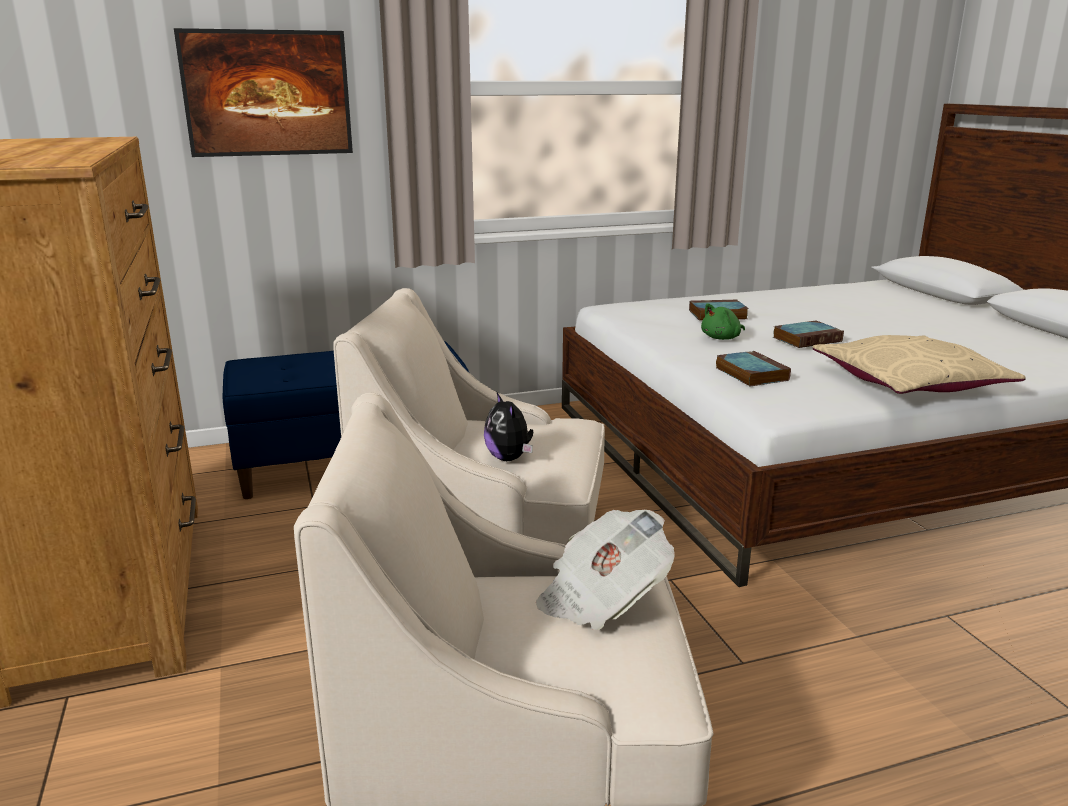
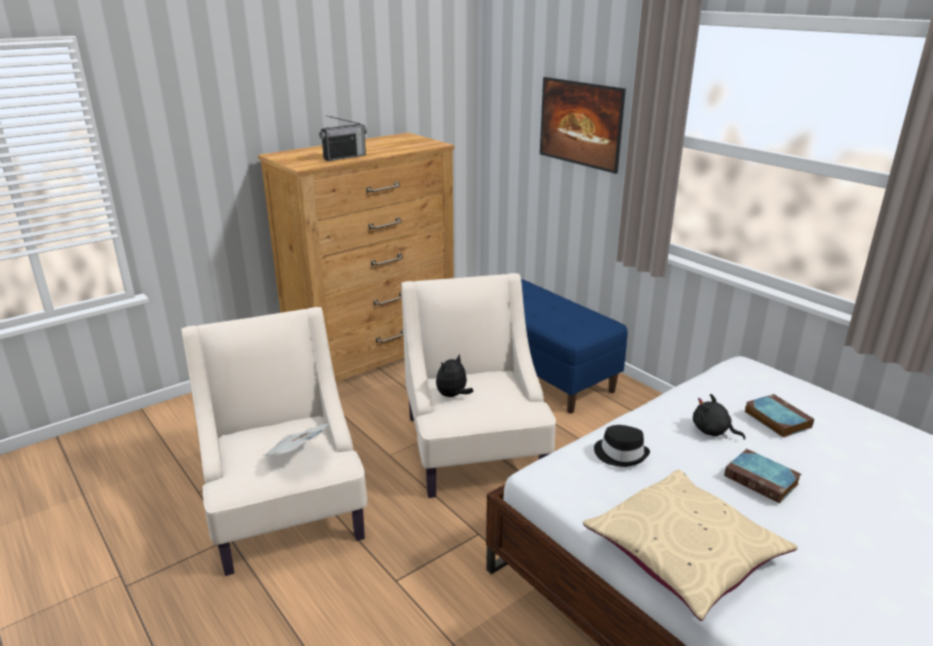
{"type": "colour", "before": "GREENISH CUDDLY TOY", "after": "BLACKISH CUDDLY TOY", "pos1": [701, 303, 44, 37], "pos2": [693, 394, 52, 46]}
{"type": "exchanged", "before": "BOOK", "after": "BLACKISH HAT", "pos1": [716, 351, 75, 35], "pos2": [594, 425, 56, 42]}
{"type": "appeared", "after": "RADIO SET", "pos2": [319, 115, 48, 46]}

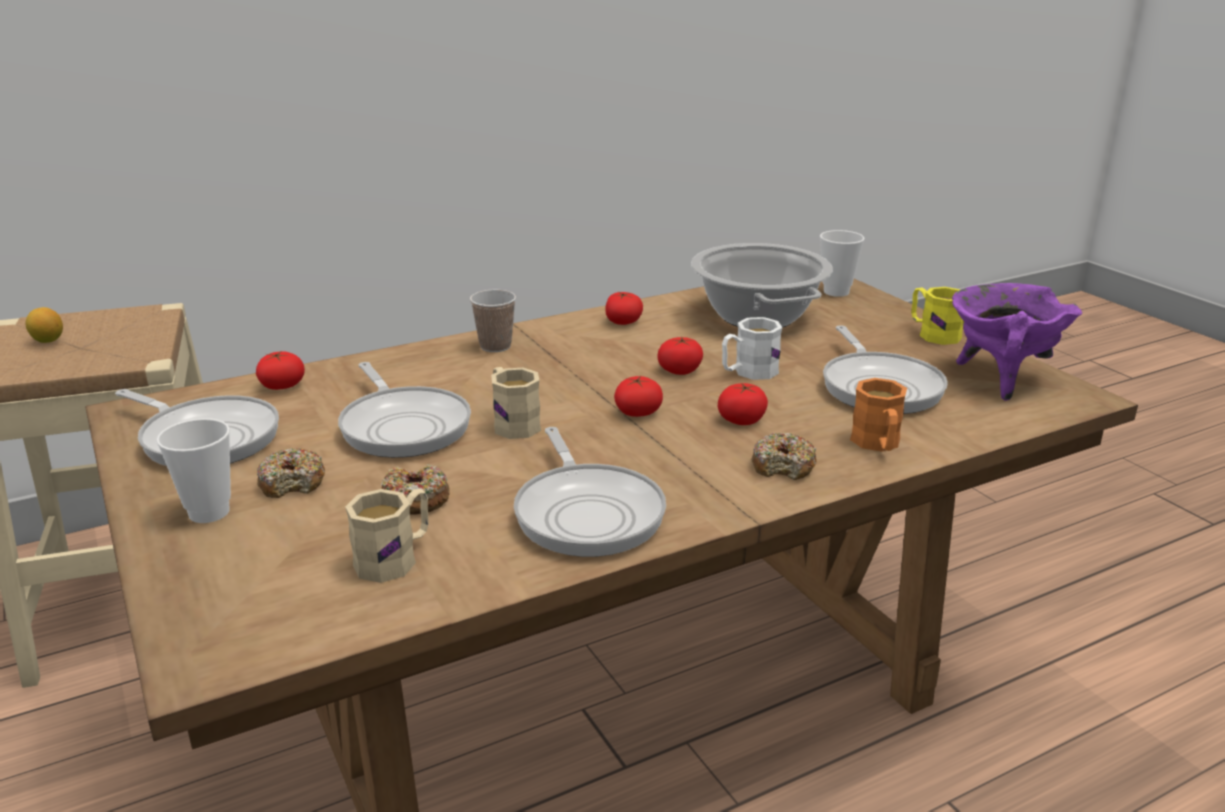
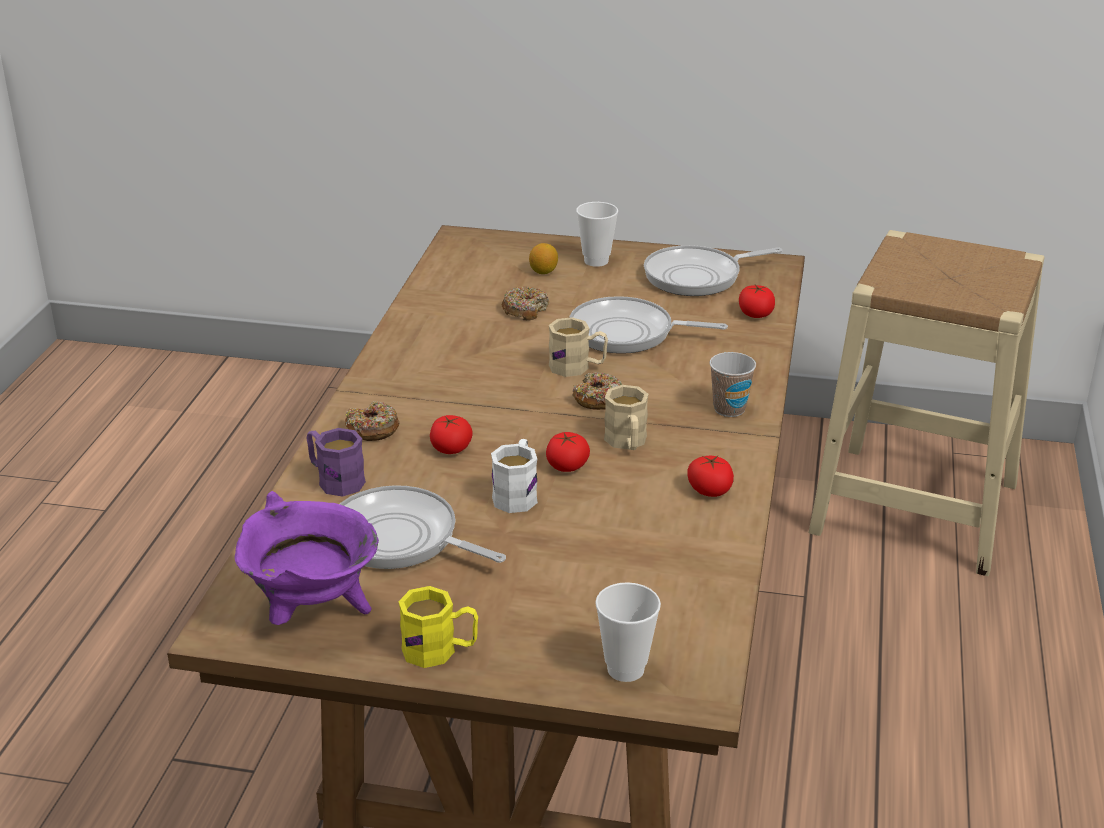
{"type": "missing", "before": "SAUCEPOT", "pos1": [691, 243, 142, 85]}
{"type": "relocated", "before": "CITRUS FRUIT", "pos1": [26, 307, 37, 36], "pos2": [529, 243, 29, 31]}
{"type": "missing", "before": "WHOLE TOMATO", "pos1": [614, 376, 49, 41]}
{"type": "colour", "before": "ORANGE-COLOURED TEA MUG", "after": "PURPLE TEA MUG", "pos1": [850, 378, 57, 74], "pos2": [307, 428, 59, 68]}
{"type": "missing", "before": "PAN", "pos1": [514, 427, 152, 130]}
{"type": "relocated", "before": "DONUT", "pos1": [257, 448, 68, 50], "pos2": [572, 372, 50, 38]}
{"type": "relocated", "before": "BEIGE-COLOURED TEA MUG", "pos1": [345, 489, 84, 94], "pos2": [604, 385, 45, 65]}

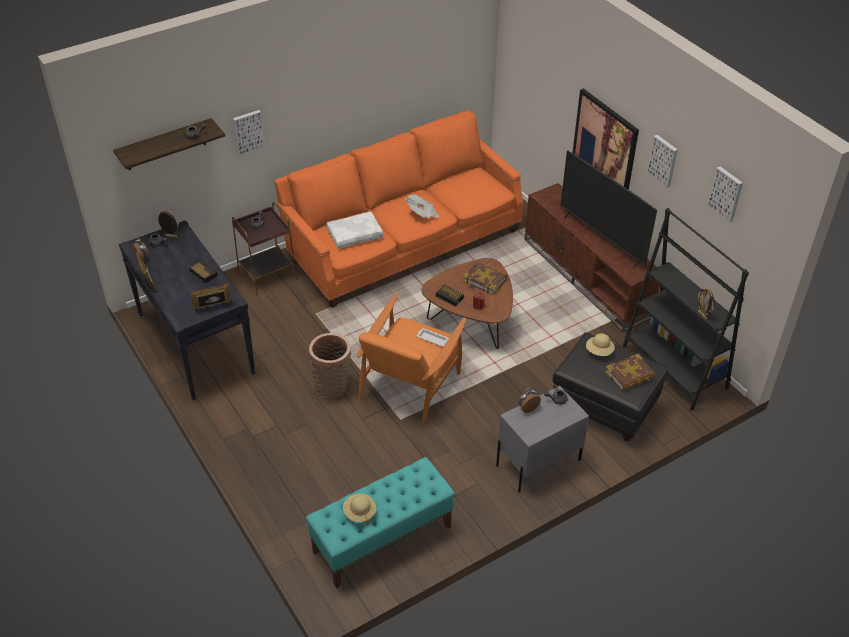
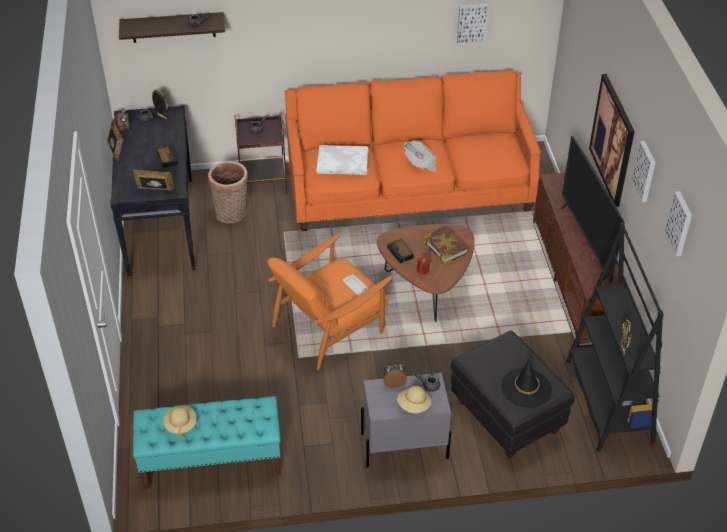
{"type": "relocated", "before": "PICTURE", "pos1": [233, 110, 32, 46], "pos2": [457, 4, 31, 40]}
{"type": "relocated", "before": "HOUSEHOLD BASKET", "pos1": [309, 333, 42, 65], "pos2": [208, 161, 40, 63]}
{"type": "relocated", "before": "BEIGE-COLOURED HAT", "pos1": [586, 333, 29, 23], "pos2": [397, 386, 34, 27]}
{"type": "exchanged", "before": "BOOK", "after": "BLACKISH HAT", "pos1": [605, 354, 50, 37], "pos2": [501, 357, 51, 51]}

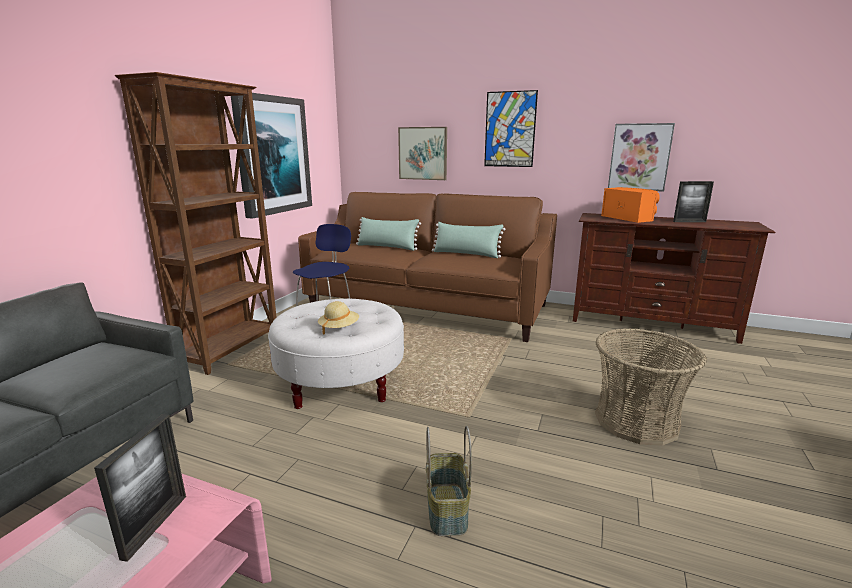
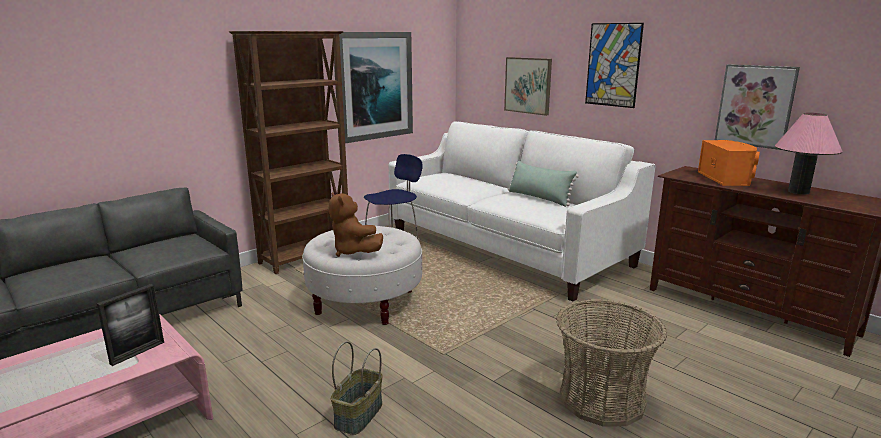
{"type": "exchanged", "before": "PHOTO FRAME", "after": "PINKISH LAMP FOR A TABLE", "pos1": [673, 181, 41, 41], "pos2": [775, 113, 67, 81]}
{"type": "colour", "before": "BROWN SOFA", "after": "WHITE-COLOURED SOFA", "pos1": [298, 192, 259, 150], "pos2": [389, 121, 266, 180]}
{"type": "missing", "before": "GREENISH CUSHION", "pos1": [356, 217, 65, 34]}
{"type": "exchanged", "before": "BEIGE-COLOURED HAT", "after": "BROWN CUDDLY TOY", "pos1": [318, 301, 41, 33], "pos2": [329, 192, 54, 65]}

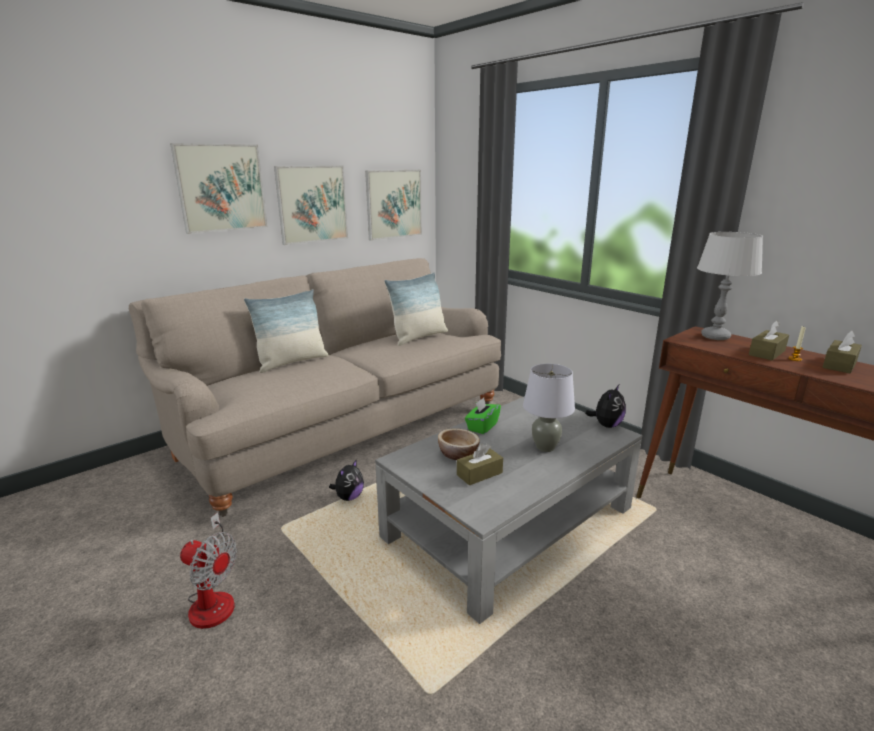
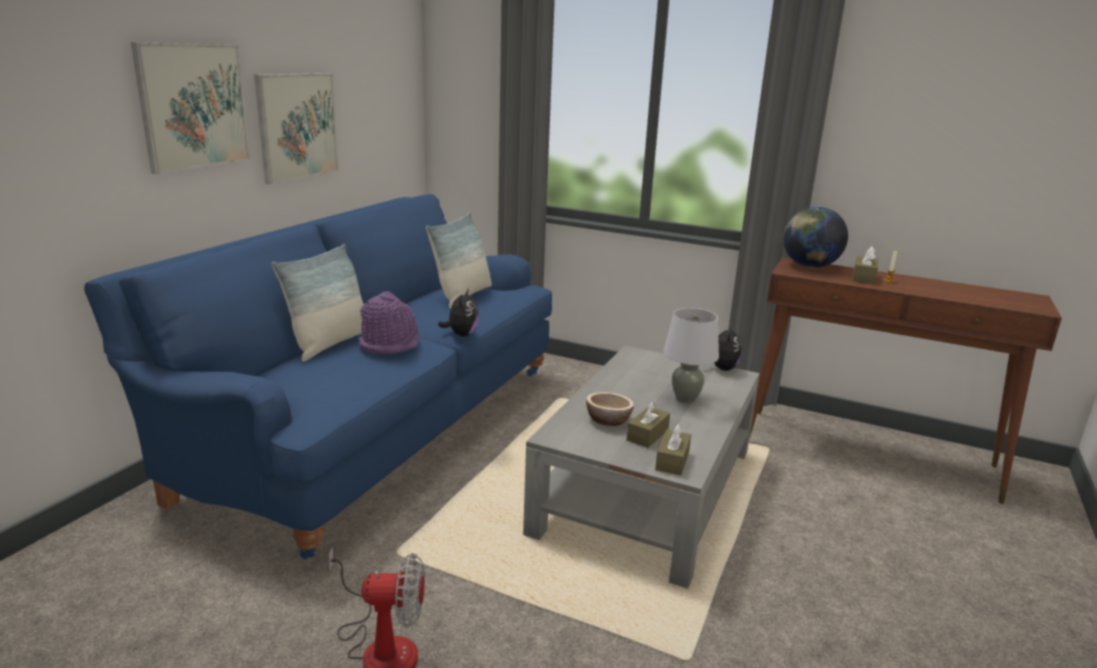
{"type": "missing", "before": "PICTURE", "pos1": [365, 170, 57, 71]}
{"type": "exchanged", "before": "GREY LAMP FOR A TABLE", "after": "WORLD GLOBE", "pos1": [697, 232, 66, 108], "pos2": [783, 207, 65, 61]}
{"type": "colour", "before": "BEIGE-COLOURED SOFA", "after": "BLUE-COLOURED SOFA", "pos1": [129, 258, 372, 259], "pos2": [84, 194, 468, 366]}
{"type": "relocated", "before": "BROWN BOX OF TISSUES", "pos1": [822, 330, 40, 43], "pos2": [655, 424, 36, 51]}
{"type": "missing", "before": "GREENISH BOX OF TISSUES", "pos1": [465, 397, 36, 37]}
{"type": "relocated", "before": "CUDDLY TOY", "pos1": [329, 459, 35, 42], "pos2": [438, 288, 41, 48]}
{"type": "appeared", "after": "PURPLE HAT", "pos2": [358, 291, 62, 64]}

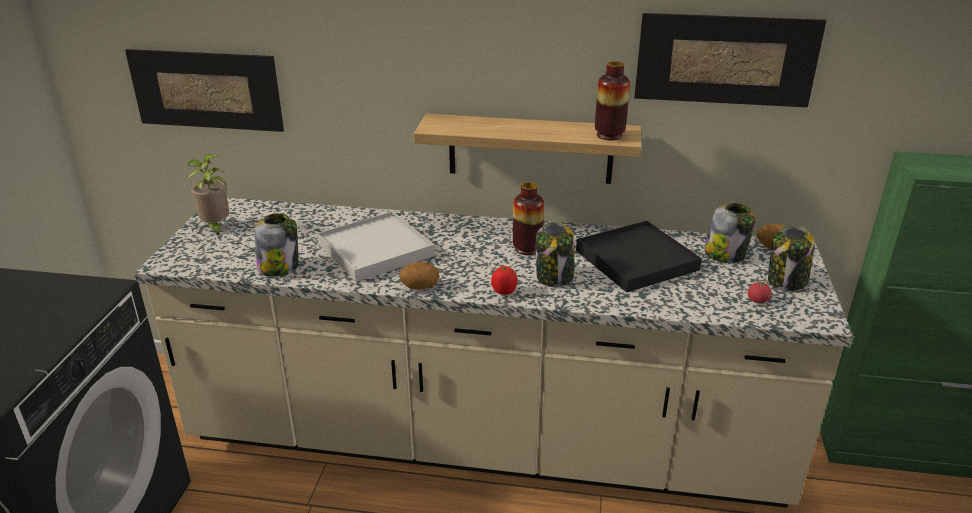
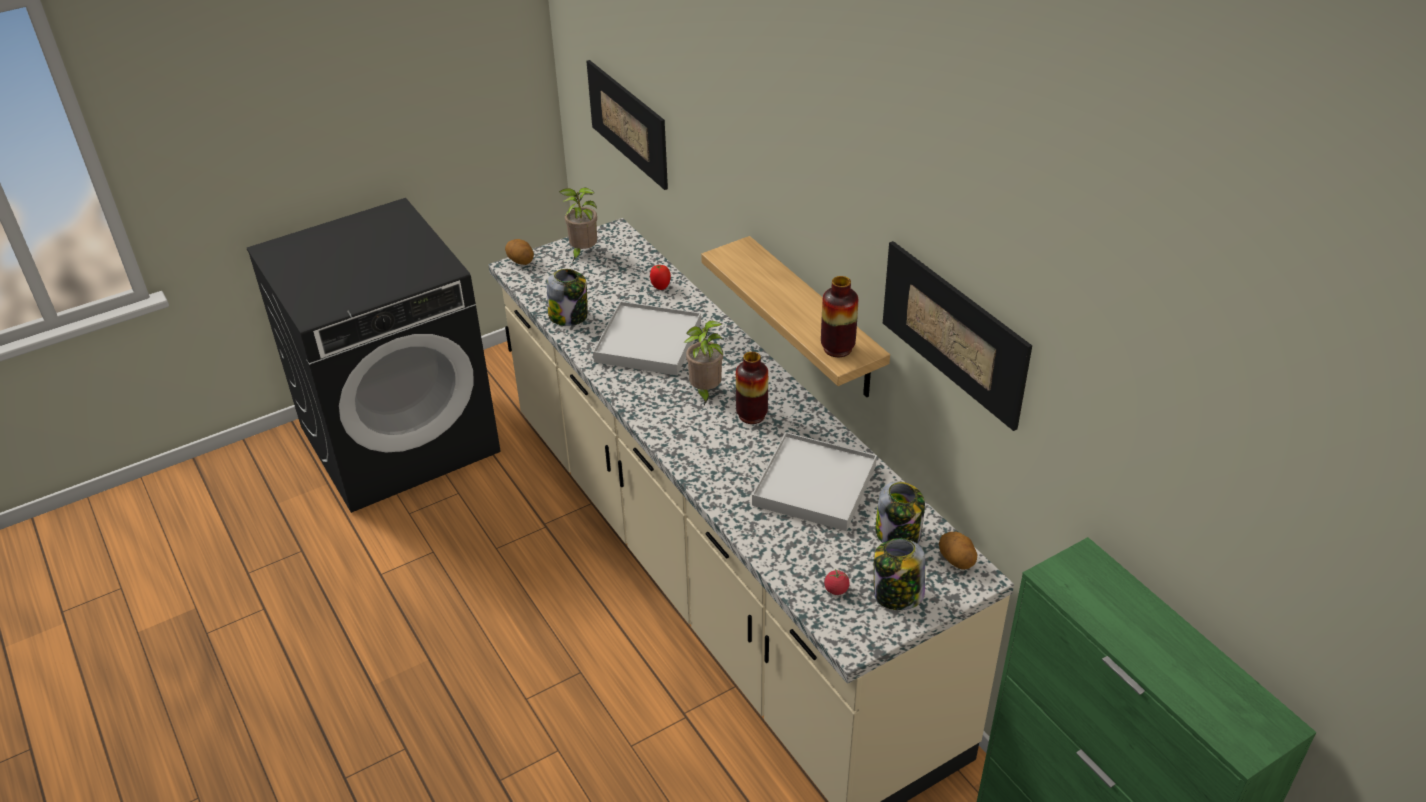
{"type": "colour", "before": "BLACKISH SERVING TRAY", "after": "WHITE-COLOURED SERVING TRAY", "pos1": [576, 221, 126, 71], "pos2": [752, 432, 125, 99]}
{"type": "missing", "before": "STORAGE JAR", "pos1": [536, 222, 38, 65]}
{"type": "relocated", "before": "WHOLE POTATO", "pos1": [400, 262, 39, 28], "pos2": [505, 239, 29, 26]}
{"type": "relocated", "before": "WHOLE TOMATO", "pos1": [491, 266, 27, 29], "pos2": [650, 265, 21, 25]}
{"type": "appeared", "after": "POTTED PLANT", "pos2": [684, 321, 40, 85]}

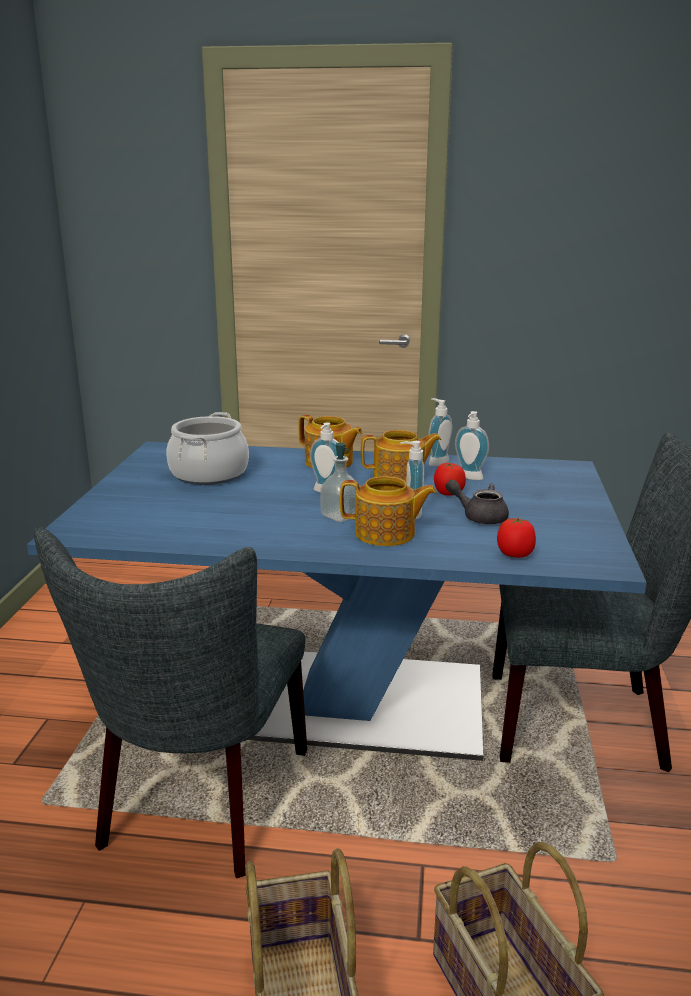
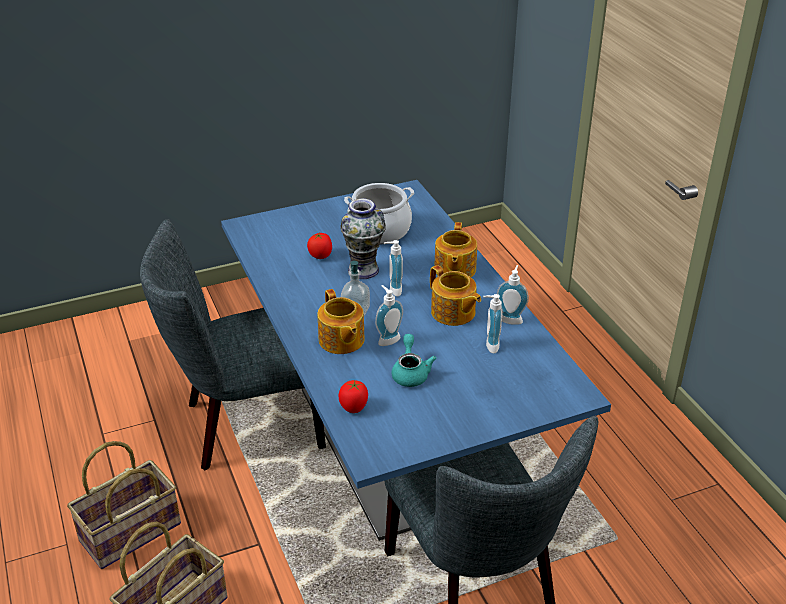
{"type": "relocated", "before": "WHOLE TOMATO", "pos1": [434, 463, 32, 33], "pos2": [307, 233, 25, 26]}
{"type": "colour", "before": "GREY TEAPOT", "after": "TURQUOISE-COLOURED TEAPOT", "pos1": [446, 479, 63, 45], "pos2": [392, 334, 44, 53]}
{"type": "appeared", "after": "VASE", "pos2": [340, 198, 46, 81]}

